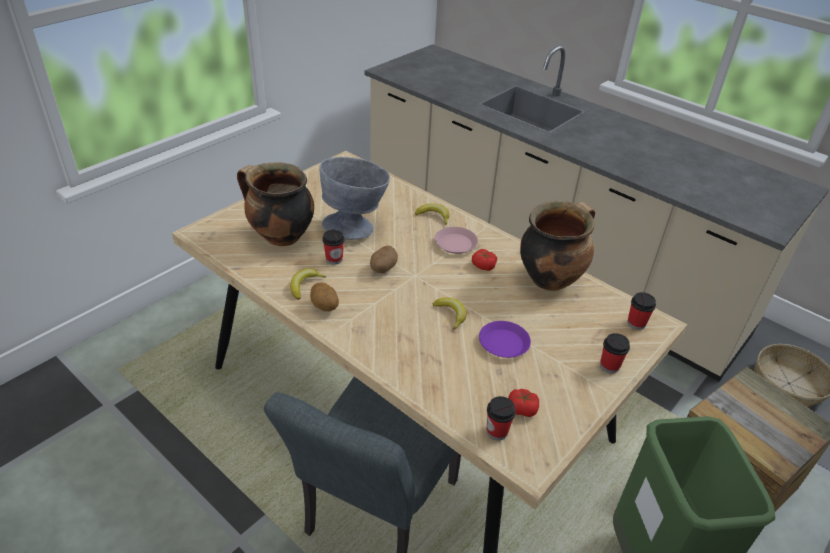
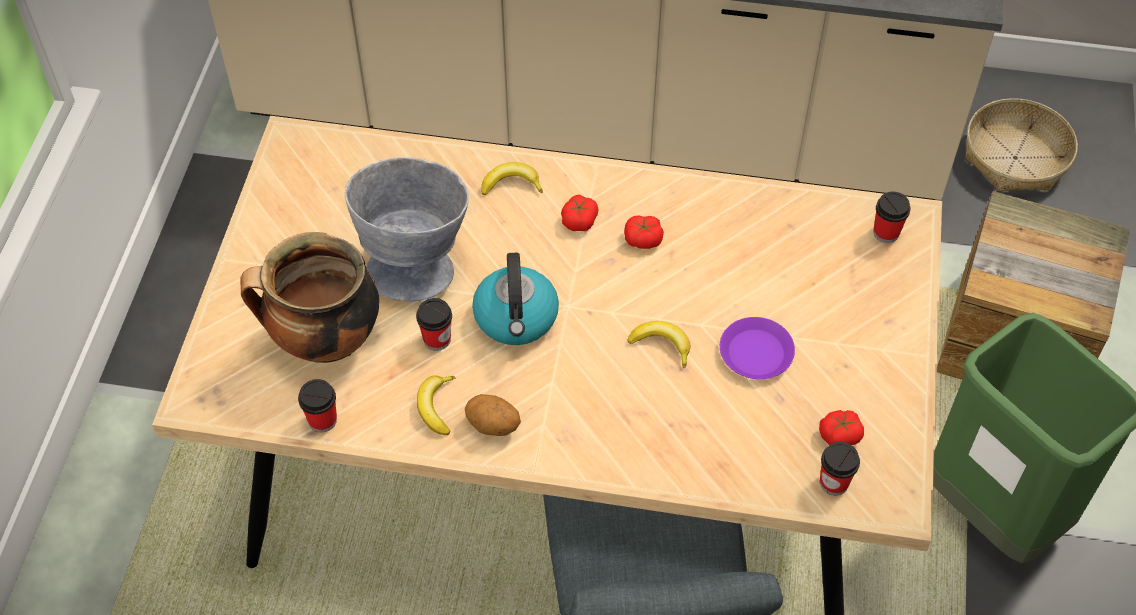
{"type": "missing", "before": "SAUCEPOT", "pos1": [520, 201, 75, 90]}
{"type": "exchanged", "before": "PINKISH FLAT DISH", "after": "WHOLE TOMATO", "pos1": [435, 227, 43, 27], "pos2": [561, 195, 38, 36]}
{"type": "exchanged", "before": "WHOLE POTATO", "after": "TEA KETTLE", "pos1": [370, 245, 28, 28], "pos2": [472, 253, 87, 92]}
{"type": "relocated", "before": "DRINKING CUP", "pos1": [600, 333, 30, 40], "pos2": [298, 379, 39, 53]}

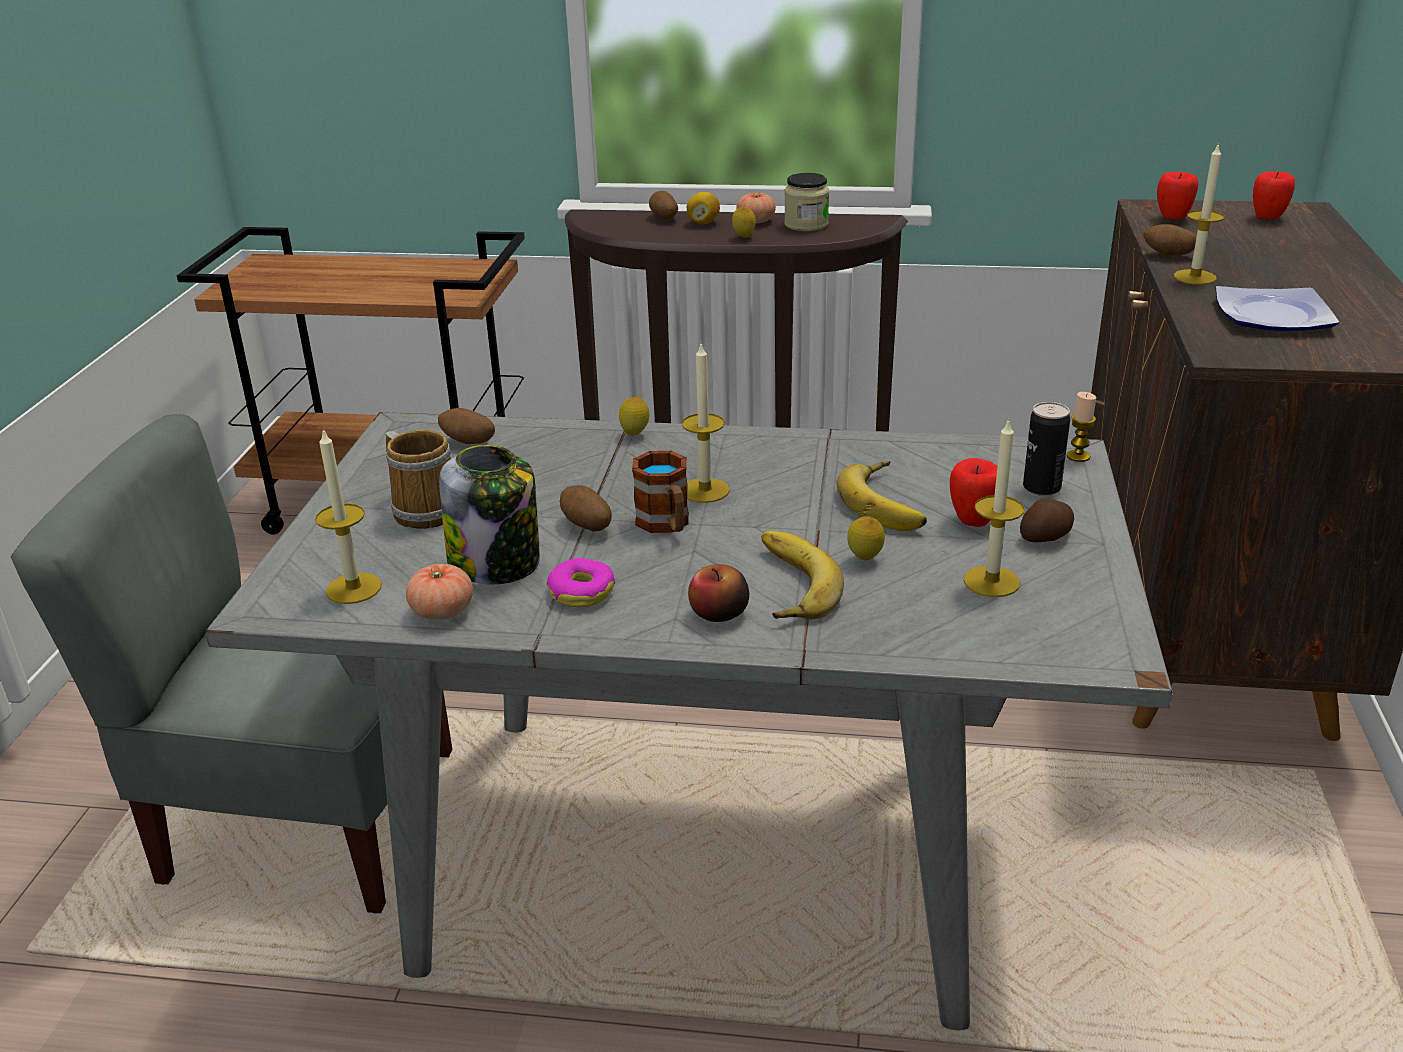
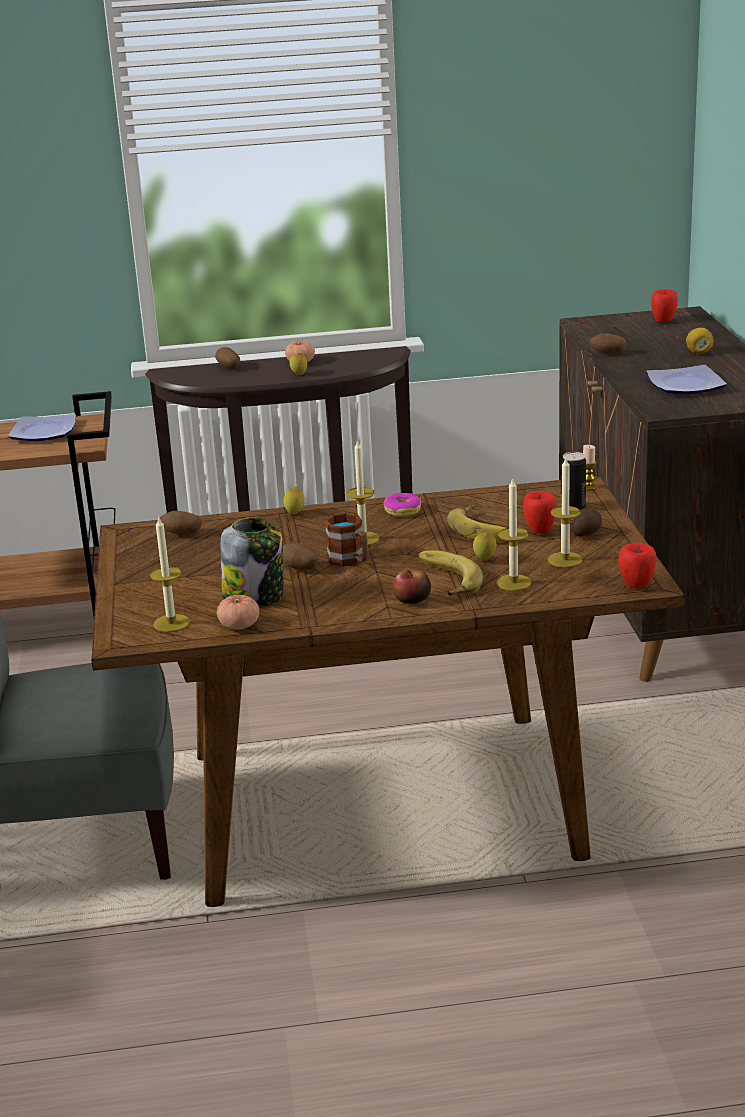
{"type": "relocated", "before": "CANDLE", "pos1": [1174, 143, 51, 142], "pos2": [496, 477, 35, 114]}
{"type": "relocated", "before": "WHOLE APPLE", "pos1": [1157, 172, 41, 48], "pos2": [618, 543, 38, 46]}
{"type": "missing", "before": "STORAGE JAR", "pos1": [784, 173, 45, 58]}
{"type": "relocated", "before": "CITRUS FRUIT", "pos1": [687, 192, 33, 32], "pos2": [686, 328, 27, 26]}
{"type": "colour", "before": "GREY DINING TABLE", "after": "BROWN DINING TABLE", "pos1": [205, 412, 968, 618], "pos2": [91, 476, 594, 431]}
{"type": "missing", "before": "TEA MUG", "pos1": [386, 429, 65, 100]}
{"type": "relocated", "before": "DONUT", "pos1": [547, 558, 68, 49], "pos2": [383, 493, 38, 24]}
{"type": "appeared", "after": "FLAT DISH", "pos2": [8, 414, 68, 27]}

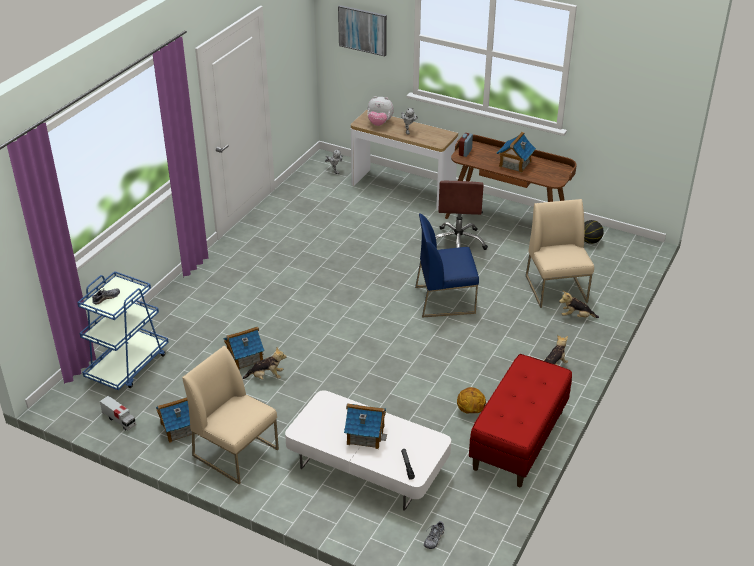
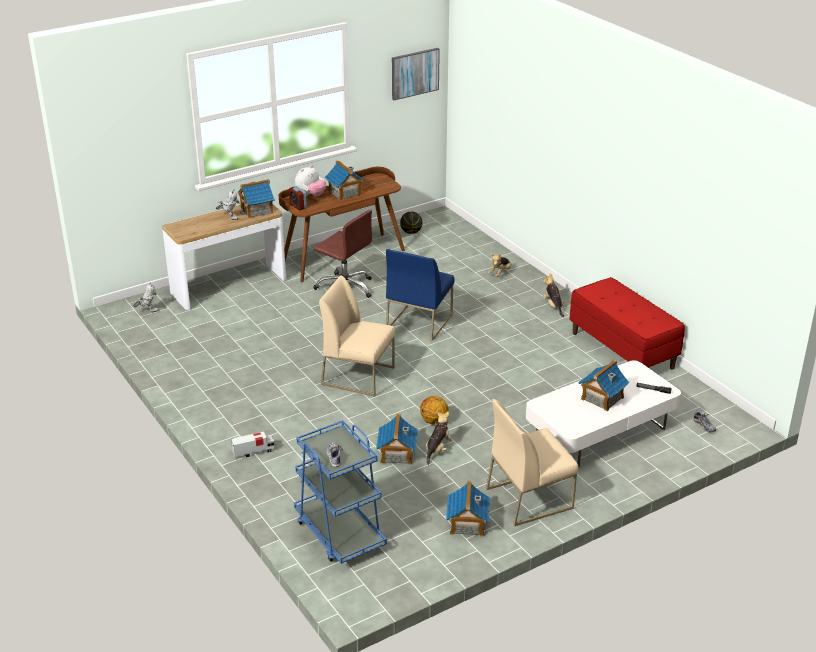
{"type": "relocated", "before": "PICTURE", "pos1": [338, 5, 49, 51], "pos2": [392, 48, 48, 52]}
{"type": "relocated", "before": "CUDDLY TOY", "pos1": [367, 96, 27, 30], "pos2": [295, 165, 31, 31]}
{"type": "relocated", "before": "BEIGE-COLOURED UPRIGHT CHAIR", "pos1": [526, 199, 68, 109], "pos2": [319, 275, 76, 122]}
{"type": "relocated", "before": "BASKETBALL", "pos1": [457, 387, 29, 27], "pos2": [420, 396, 29, 29]}
{"type": "relocated", "before": "TOY TRUCK", "pos1": [100, 396, 36, 35], "pos2": [231, 432, 44, 26]}
{"type": "appeared", "after": "MINIATURE HOUSE", "pos2": [238, 179, 37, 39]}

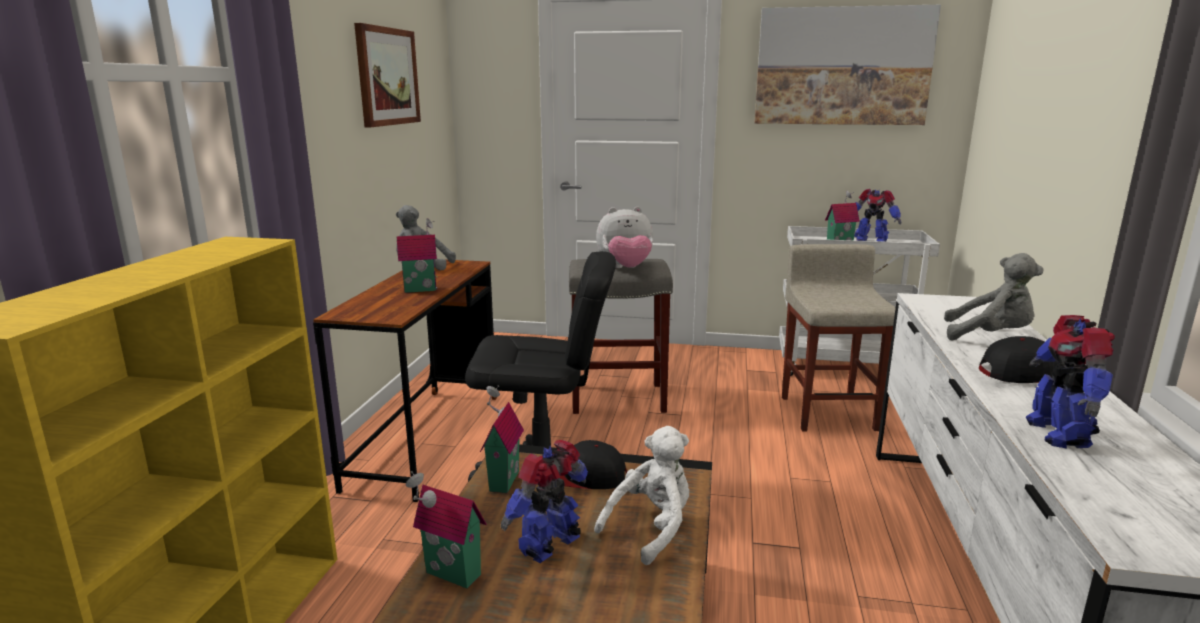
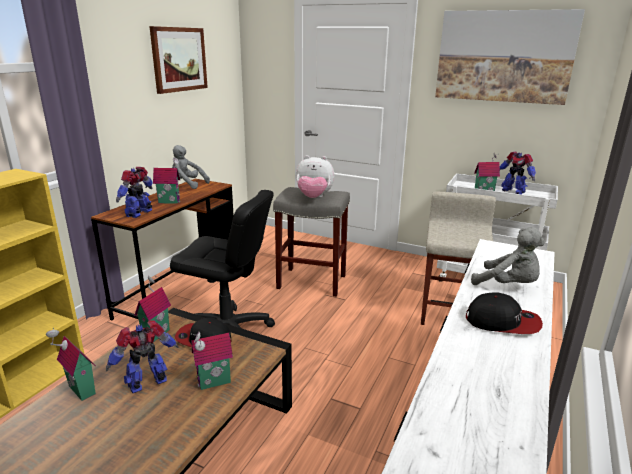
{"type": "relocated", "before": "ROBOT FIGURE", "pos1": [1026, 315, 89, 134], "pos2": [116, 167, 37, 51]}
{"type": "exchanged", "before": "WHITE-COLOURED CUDDLY TOY", "after": "MINIATURE HOUSE", "pos1": [594, 426, 95, 139], "pos2": [191, 332, 42, 58]}

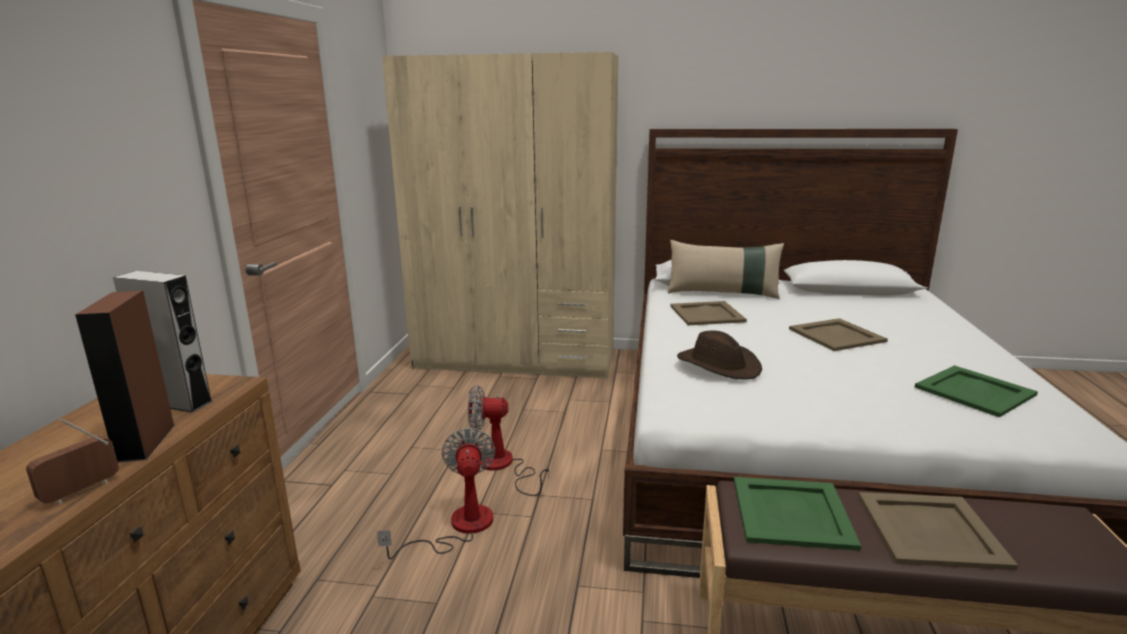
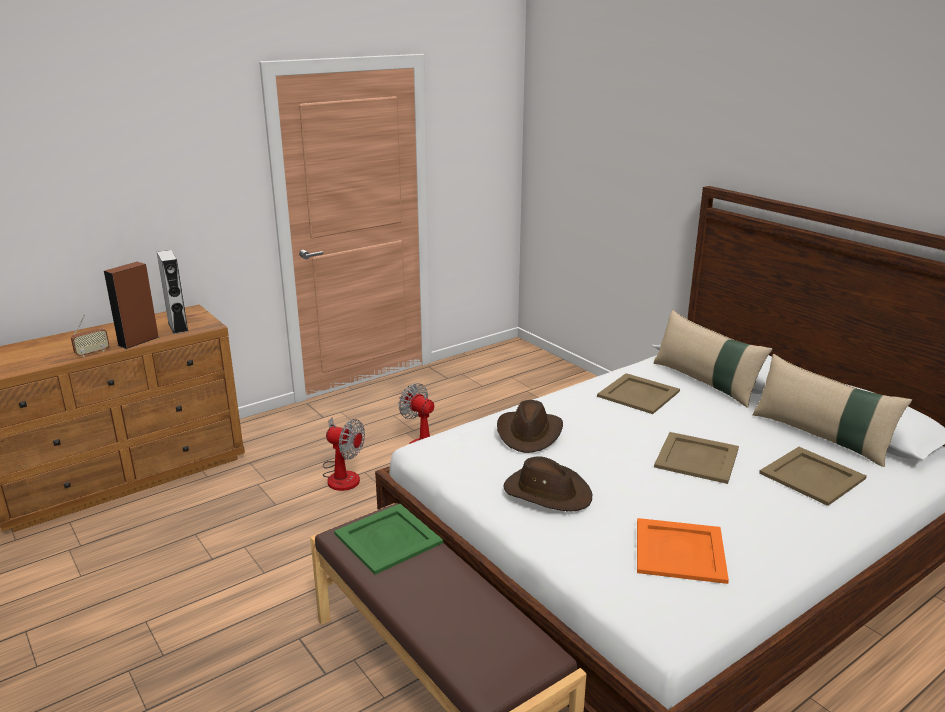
{"type": "missing", "before": "BEIGE-COLOURED ARMOIRE", "pos1": [382, 52, 236, 327]}
{"type": "colour", "before": "GREENISH SERVING TRAY", "after": "ORANGE-COLOURED SERVING TRAY", "pos1": [915, 365, 123, 52], "pos2": [637, 518, 92, 66]}
{"type": "spun", "before": "RADIO SET", "pos1": [26, 419, 93, 85], "pos2": [71, 315, 39, 42], "turn": 150}
{"type": "spun", "before": "FAN", "pos1": [377, 428, 119, 131], "pos2": [323, 417, 42, 74], "turn": 75}
{"type": "relocated", "before": "BEIGE-COLOURED SERVING TRAY", "pos1": [858, 492, 160, 78], "pos2": [759, 447, 108, 59]}
{"type": "appeared", "after": "BEIGE-COLOURED CUSHION", "pos2": [752, 354, 160, 113]}
{"type": "appeared", "after": "BROWN HAT", "pos2": [504, 456, 88, 55]}

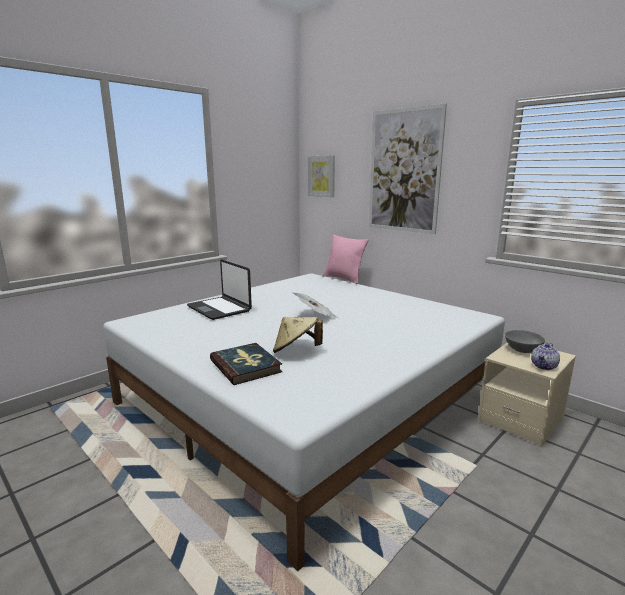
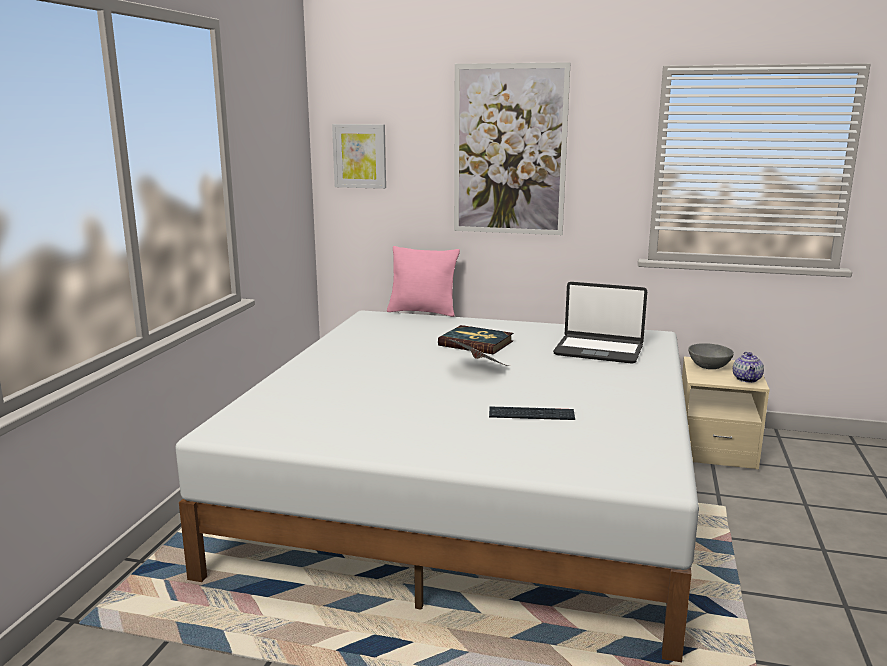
{"type": "relocated", "before": "LAPTOP", "pos1": [187, 259, 65, 61], "pos2": [553, 282, 94, 82]}
{"type": "exchanged", "before": "BEIGE-COLOURED HAT", "after": "PC KEYBOARD", "pos1": [273, 317, 50, 36], "pos2": [489, 407, 86, 13]}
{"type": "relocated", "before": "BOOK", "pos1": [210, 343, 72, 42], "pos2": [438, 325, 76, 30]}

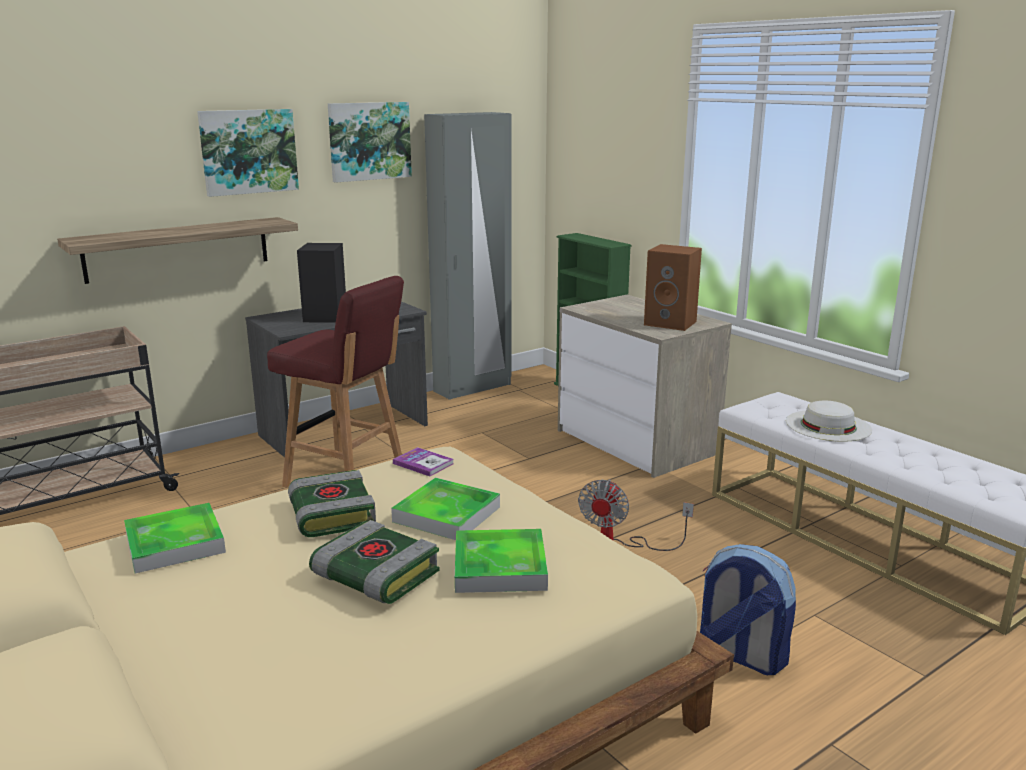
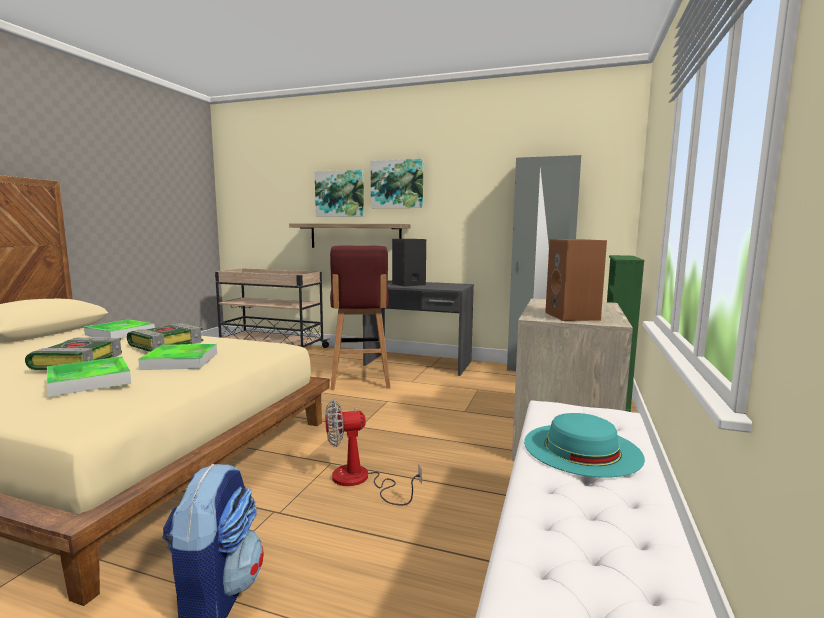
{"type": "relocated", "before": "PICTURE", "pos1": [328, 102, 84, 81], "pos2": [315, 170, 49, 47]}
{"type": "colour", "before": "WHITE-COLOURED HAT", "after": "TURQUOISE-COLOURED HAT", "pos1": [786, 401, 86, 41], "pos2": [524, 413, 121, 65]}
{"type": "missing", "before": "BOOK", "pos1": [393, 447, 61, 29]}

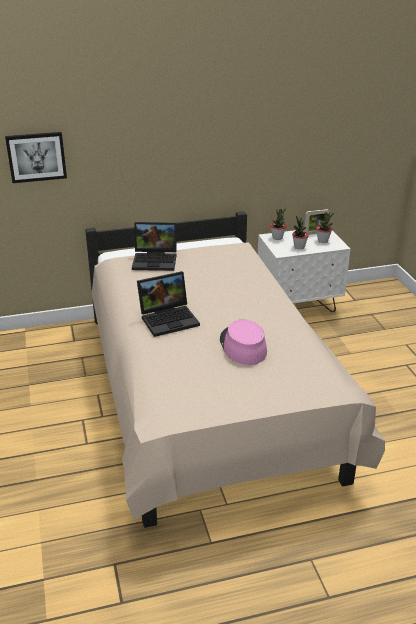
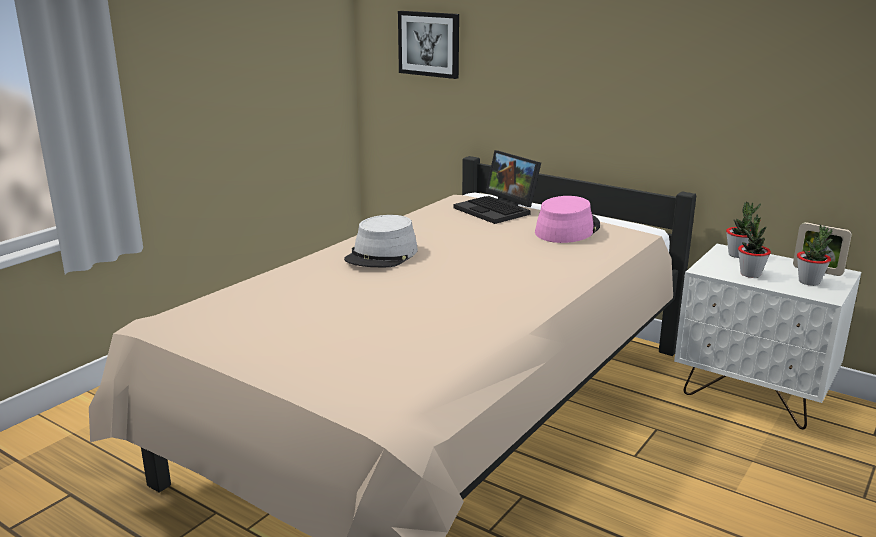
{"type": "exchanged", "before": "LAPTOP", "after": "GREY HAT", "pos1": [137, 271, 63, 66], "pos2": [344, 215, 74, 52]}
{"type": "relocated", "before": "PINKISH HAT", "pos1": [220, 320, 47, 45], "pos2": [535, 196, 65, 47]}

